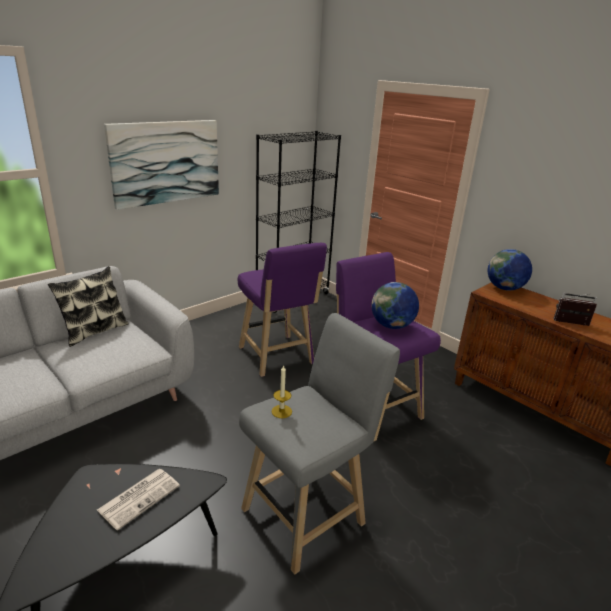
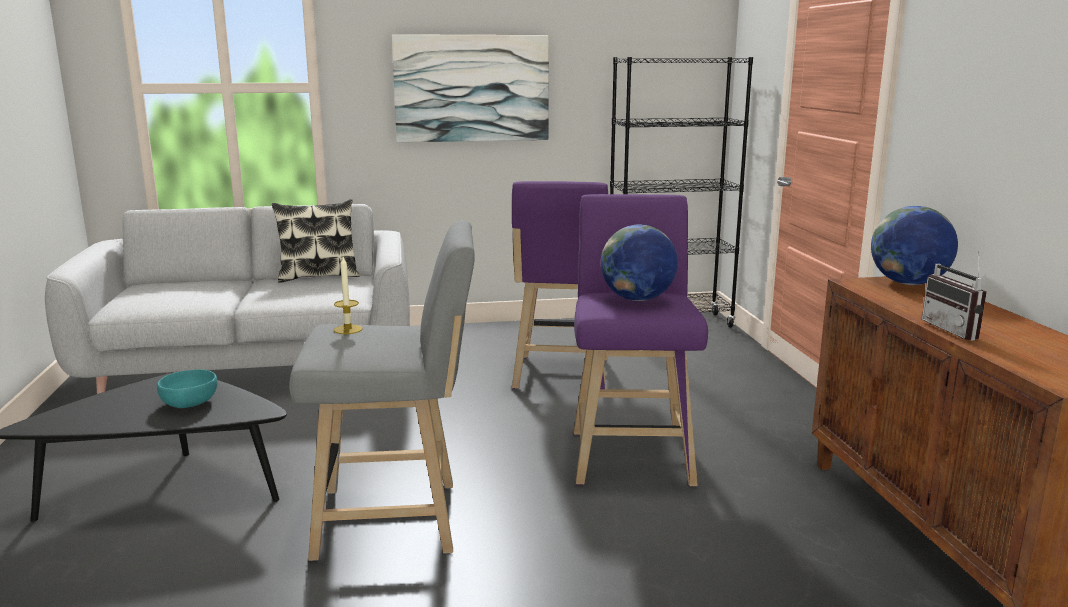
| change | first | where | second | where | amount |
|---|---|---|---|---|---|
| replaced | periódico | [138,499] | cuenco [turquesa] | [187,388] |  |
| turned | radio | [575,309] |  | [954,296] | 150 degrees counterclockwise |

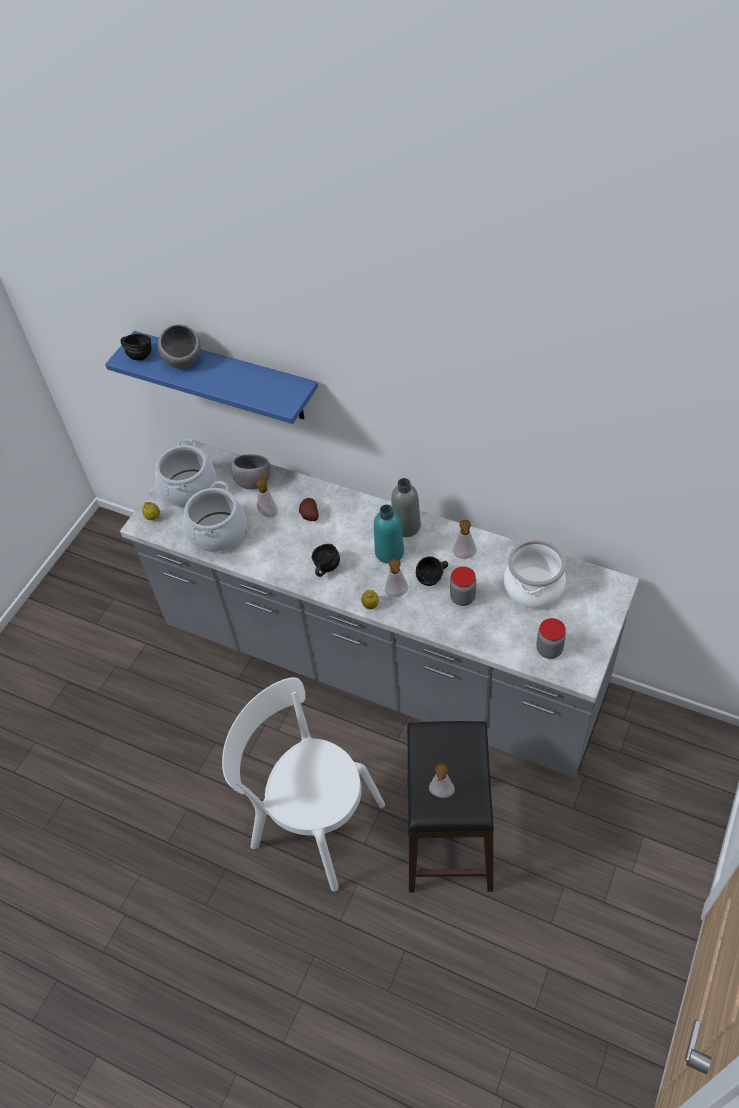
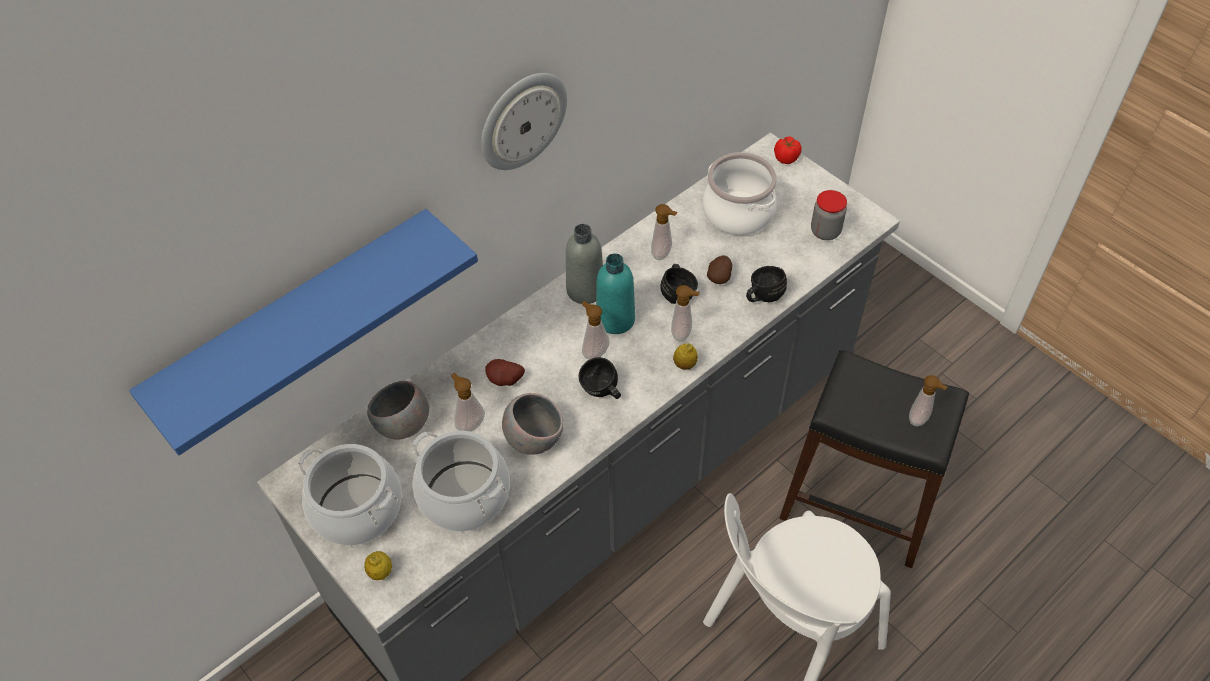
| change | first | where | second | where | amount |
|---|---|---|---|---|---|
| moved | taza grande [negro] | [136,347] |  | [766,284] |  |
| moved | cuenco [gris] | [179,346] |  | [532,424] |  |
| replaced | tarro | [463,586] | patata | [719,270] |  |
| added |  |  | reloj de pared | [524,121] |  |
| added |  |  | dispensador de jabón | [595,330] |  |
| added |  |  | tomate | [788,150] |  |

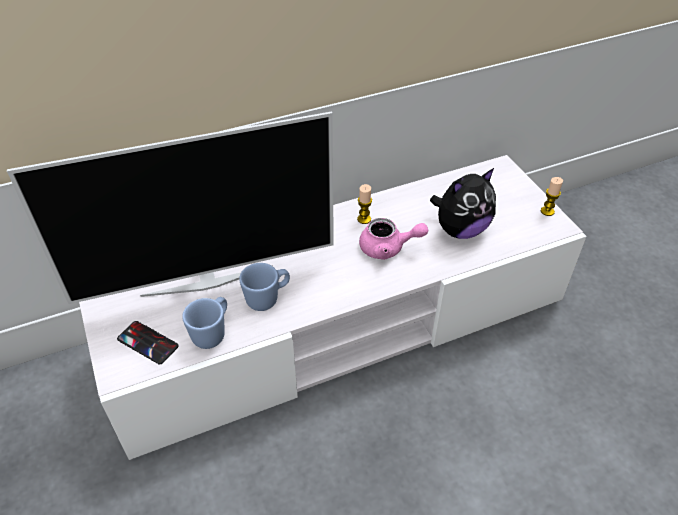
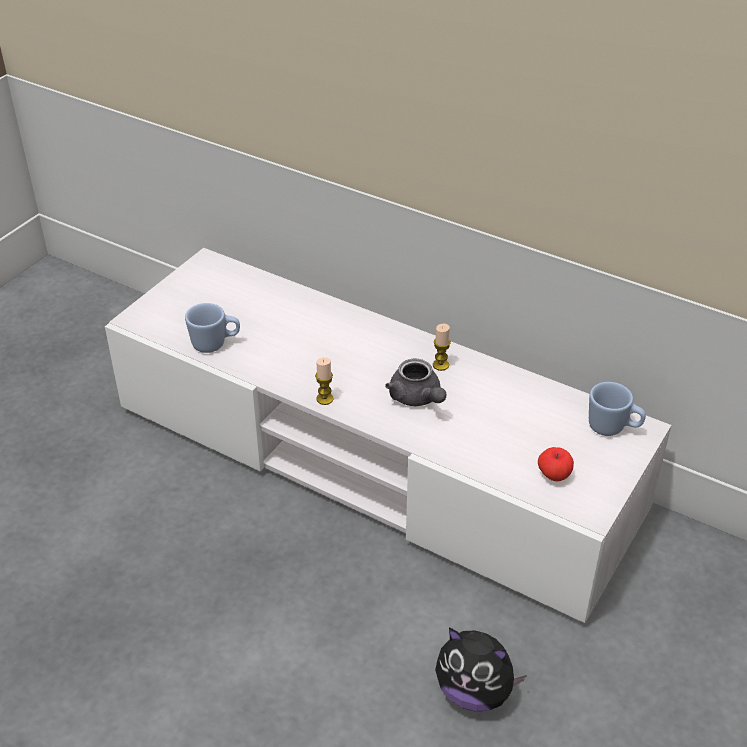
| change | first | where | second | where | amount |
|---|---|---|---|---|---|
| removed | televisor | [170,207] |  |  |  |
| removed | móvil | [147,342] |  |  |  |
| moved | taza grande [azul] | [264,287] |  | [617,409] |  |
| recoloured | tetera [rosa] | [393,239] | tetera [gris] | [415,382] |  |
| moved | peluche | [463,203] |  | [481,669] |  |
| moved | vela | [552,196] |  | [324,381] |  |
| added |  |  | manzana | [556,464] |  |

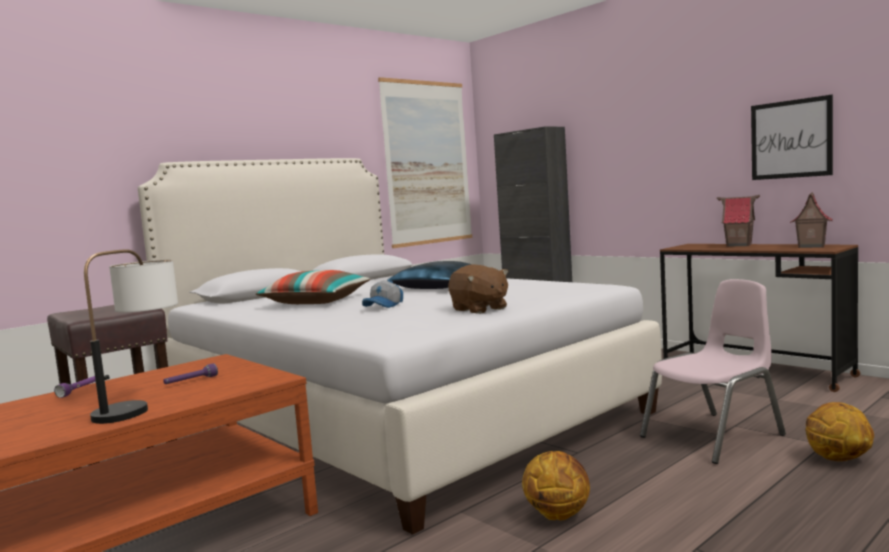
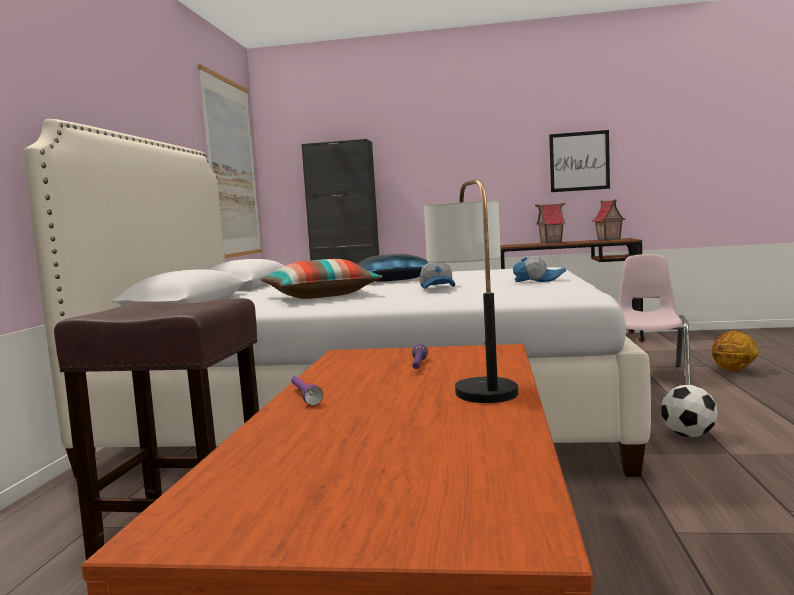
| change | first | where | second | where | amount |
|---|---|---|---|---|---|
| replaced | peluche [marrón] | [478,289] | gorra | [539,269] |  |
| replaced | balón de baloncesto | [556,486] | balón de fútbol | [689,411] |  |

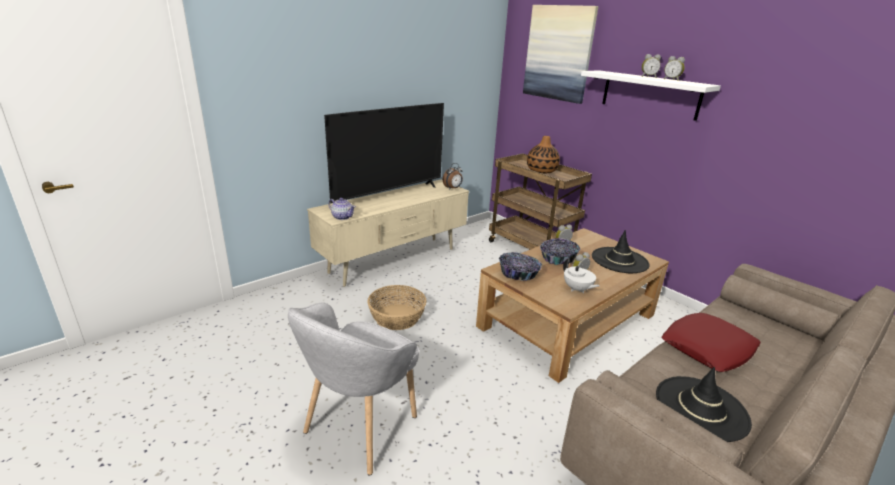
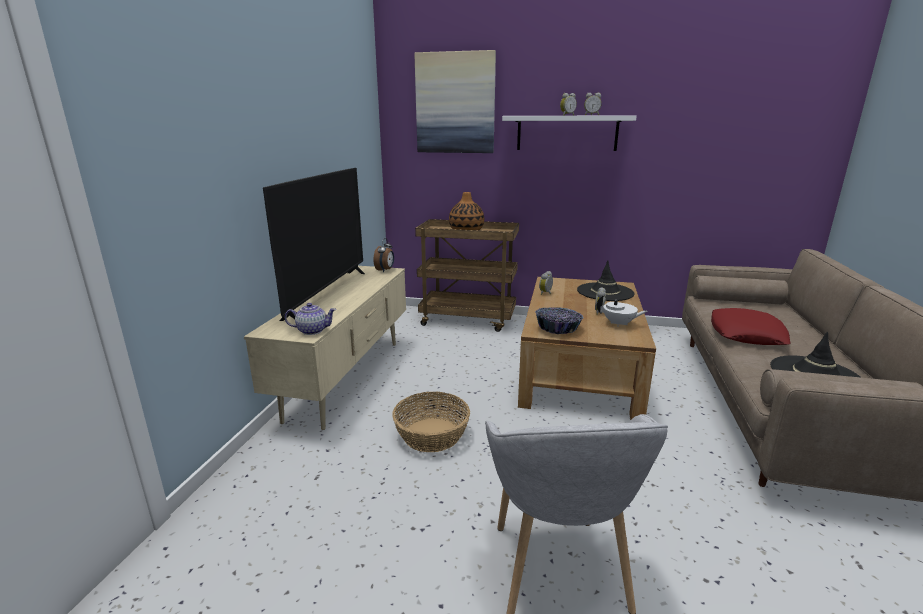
| change | first | where | second | where | amount |
|---|---|---|---|---|---|
| removed | cuenco | [560,251] |  |  |  |

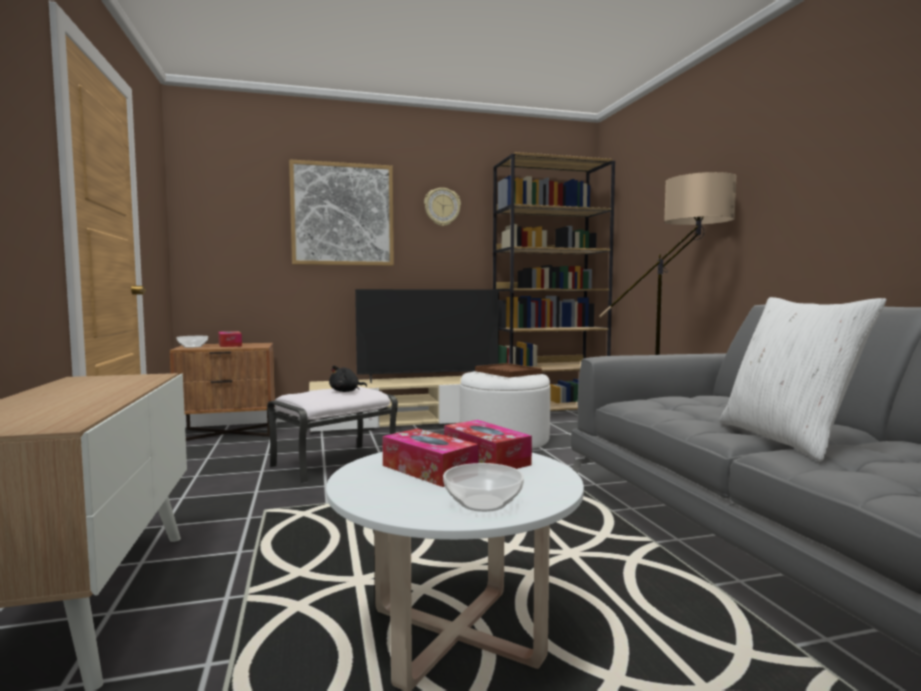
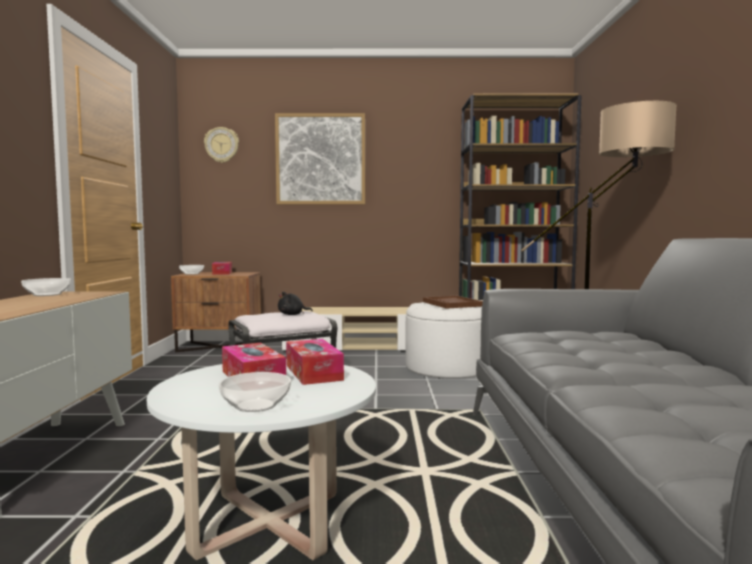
| change | first | where | second | where | amount |
|---|---|---|---|---|---|
| removed | televisor | [427,336] |  |  |  |
| moved | reloj de pared | [442,207] |  | [221,145] |  |
| removed | cojín [blanco] | [803,379] |  |  |  |
| added |  |  | cuenco | [46,287] |  |

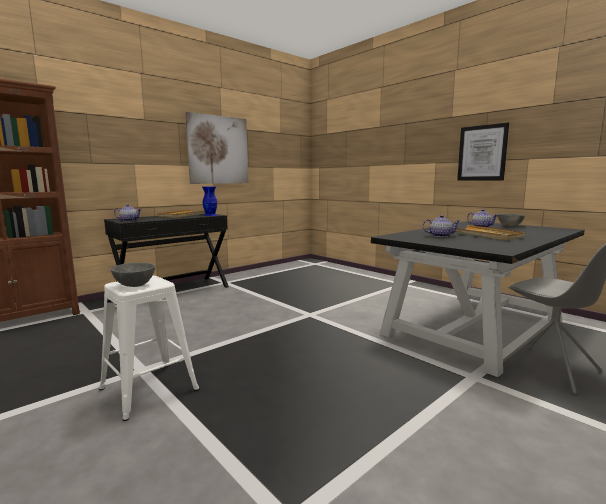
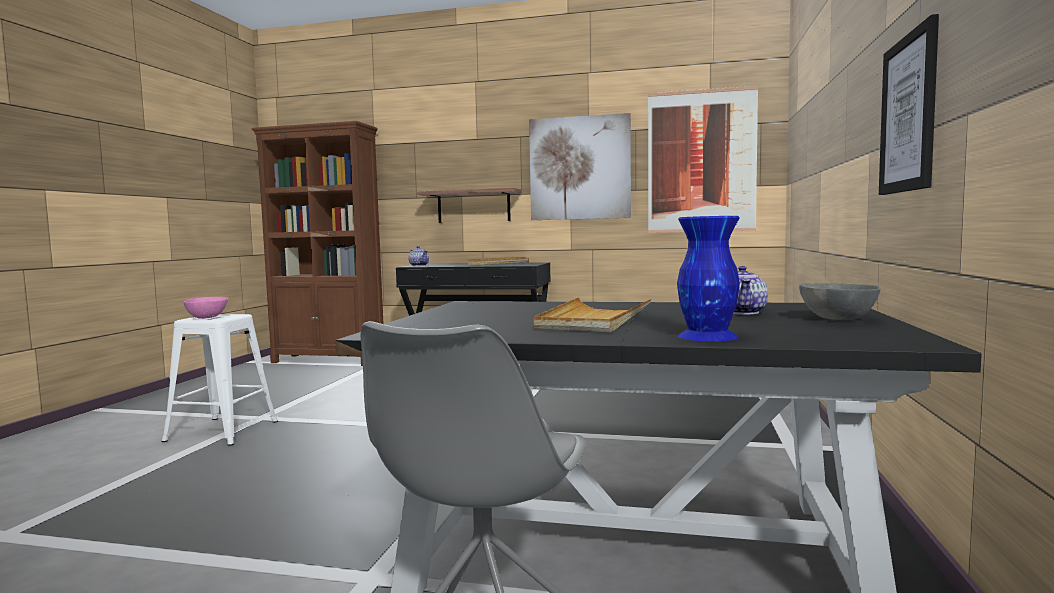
| change | first | where | second | where | amount |
|---|---|---|---|---|---|
| recoloured | cuenco [gris] | [132,275] | cuenco [rosa] | [205,308] |  |
| moved | florero [azul] | [209,201] |  | [708,279] |  |
| removed | tetera | [441,226] |  |  |  |
| added |  |  | estante | [469,205] |  |
| added |  |  | cuadro | [703,159] |  |

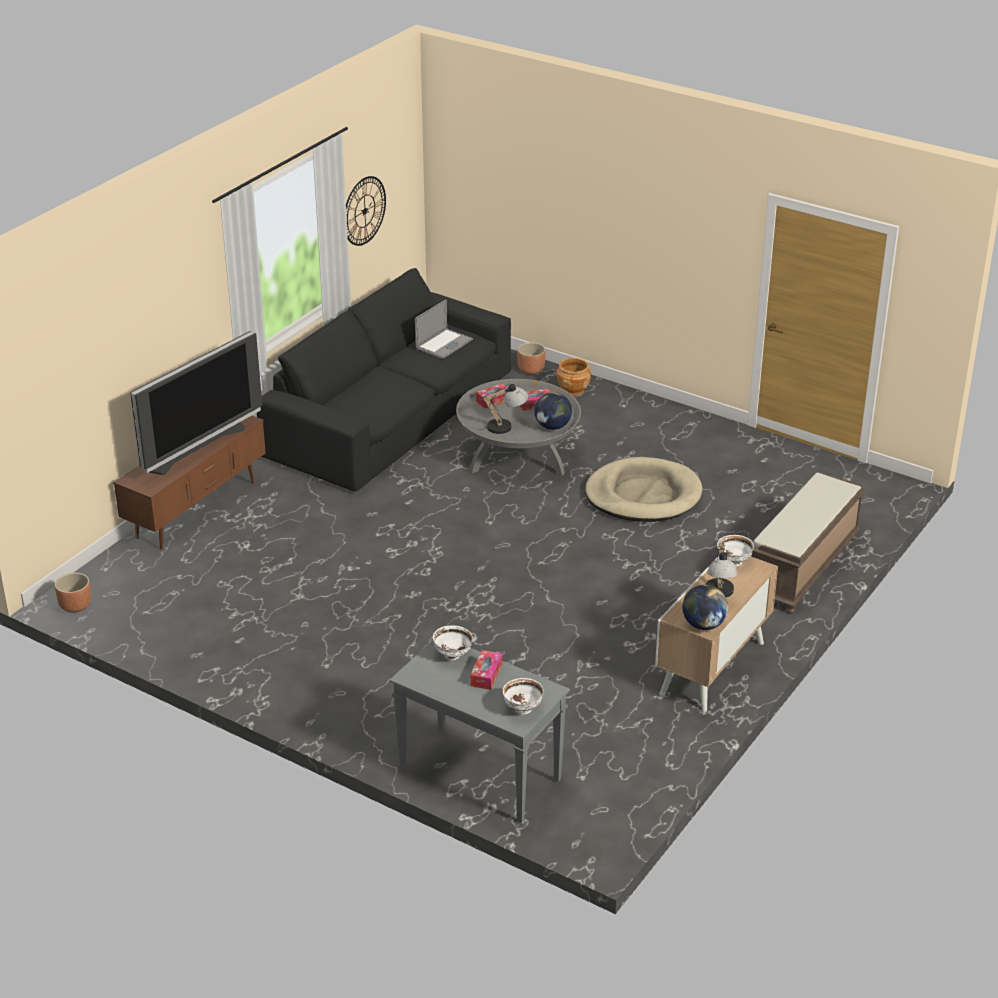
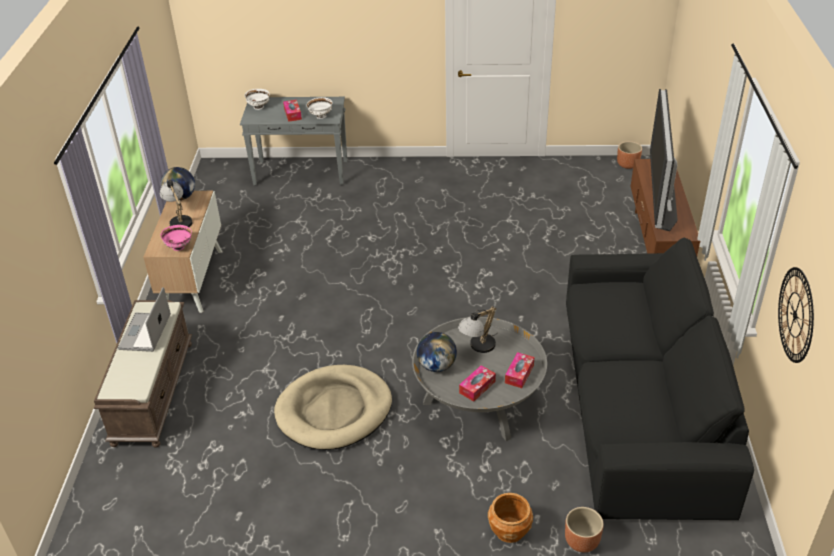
| change | first | where | second | where | amount |
|---|---|---|---|---|---|
| moved | portátil | [444,329] |  | [144,319] |  |
| recoloured | cuenco [blanco] | [735,550] | cuenco [rosa] | [176,238] |  |

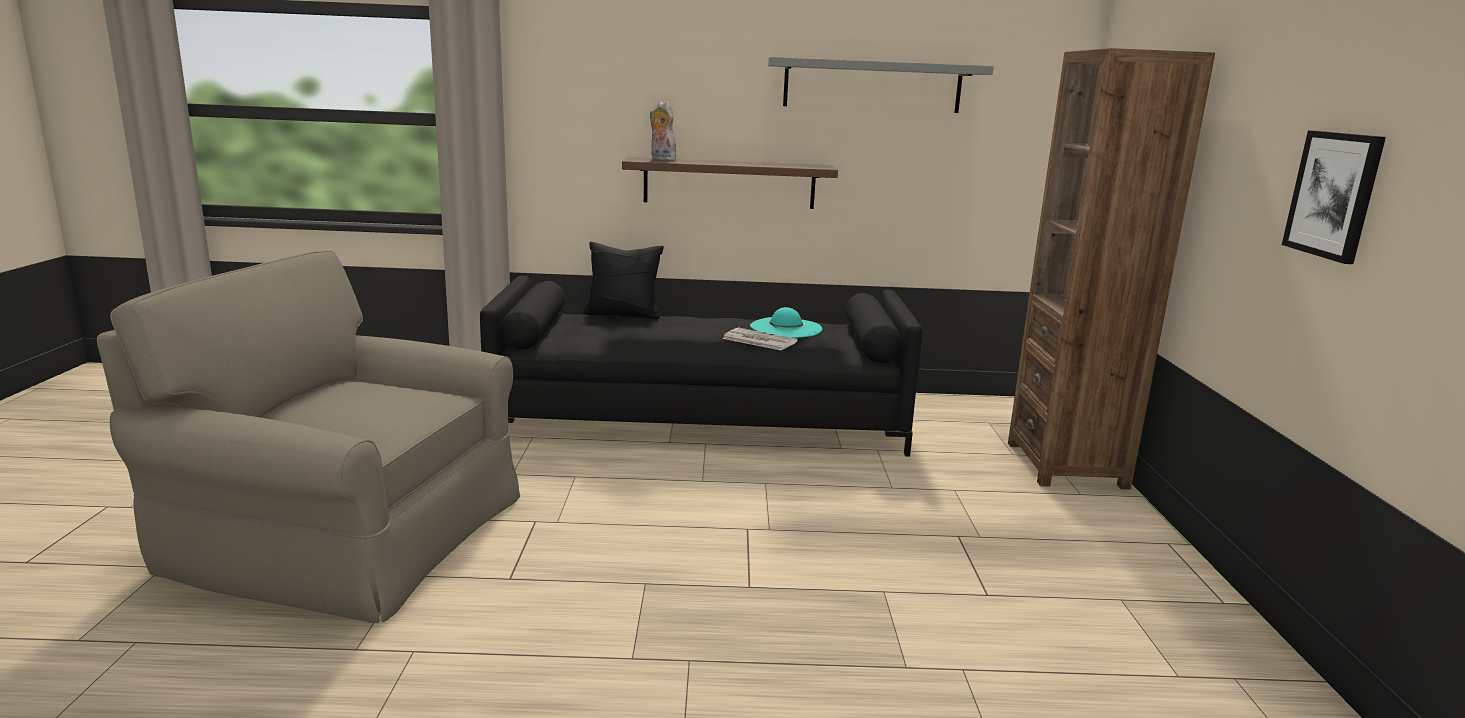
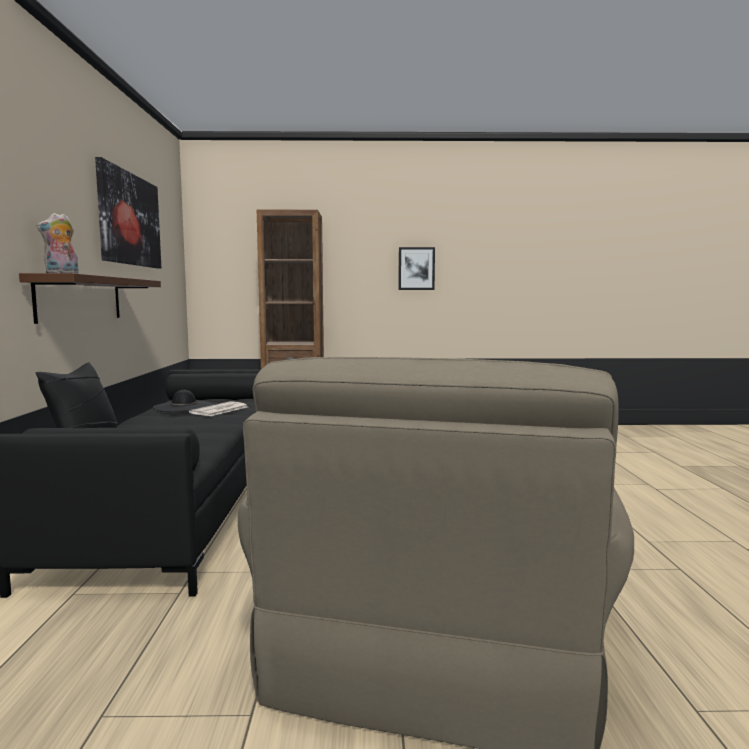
| change | first | where | second | where | amount |
|---|---|---|---|---|---|
| recoloured | sombrero [turquesa] | [786,322] | sombrero [negro] | [183,401] |  |
| replaced | estante [gris] | [881,85] | cuadro | [128,212] |  |

